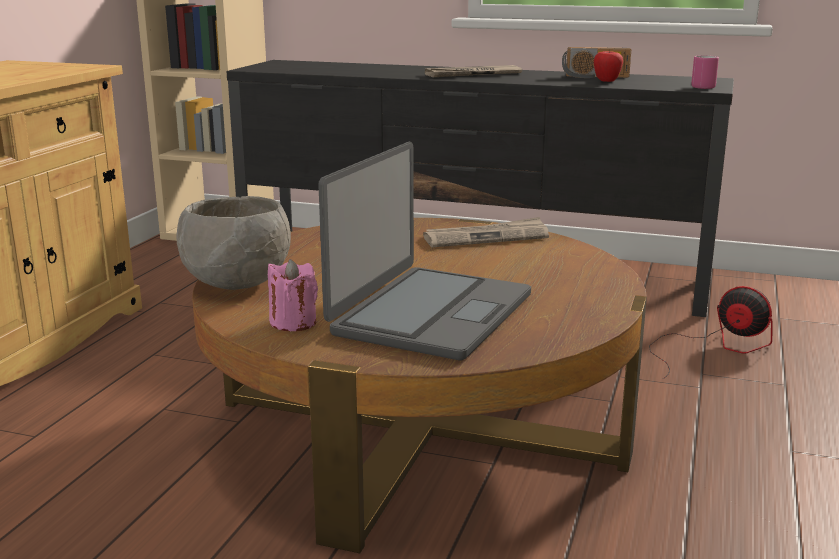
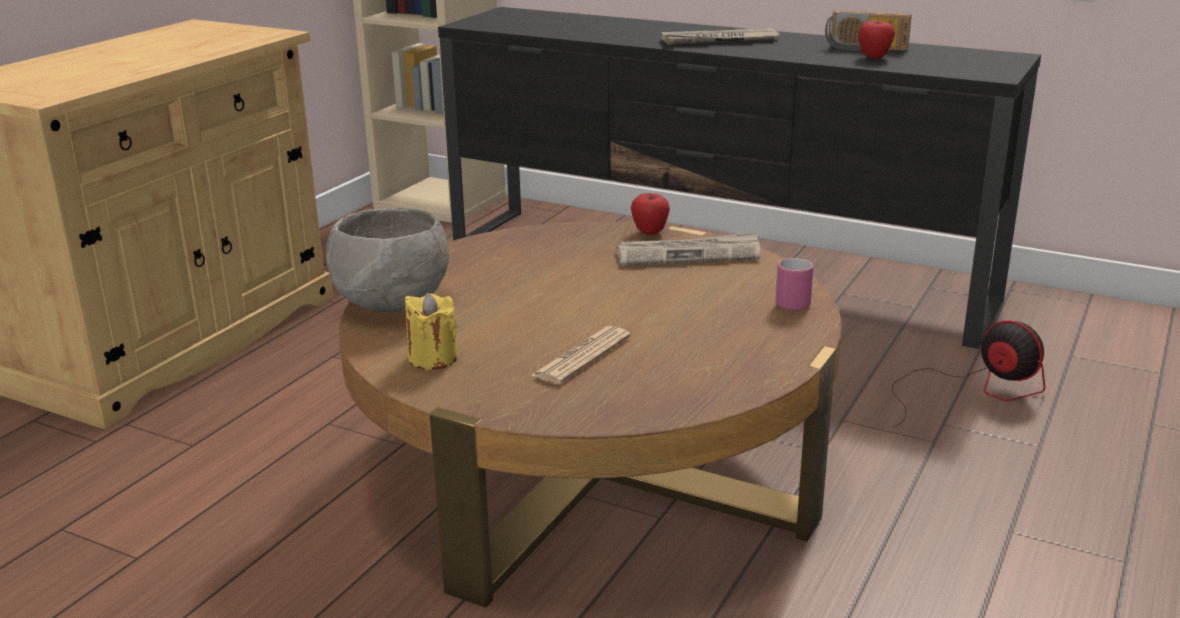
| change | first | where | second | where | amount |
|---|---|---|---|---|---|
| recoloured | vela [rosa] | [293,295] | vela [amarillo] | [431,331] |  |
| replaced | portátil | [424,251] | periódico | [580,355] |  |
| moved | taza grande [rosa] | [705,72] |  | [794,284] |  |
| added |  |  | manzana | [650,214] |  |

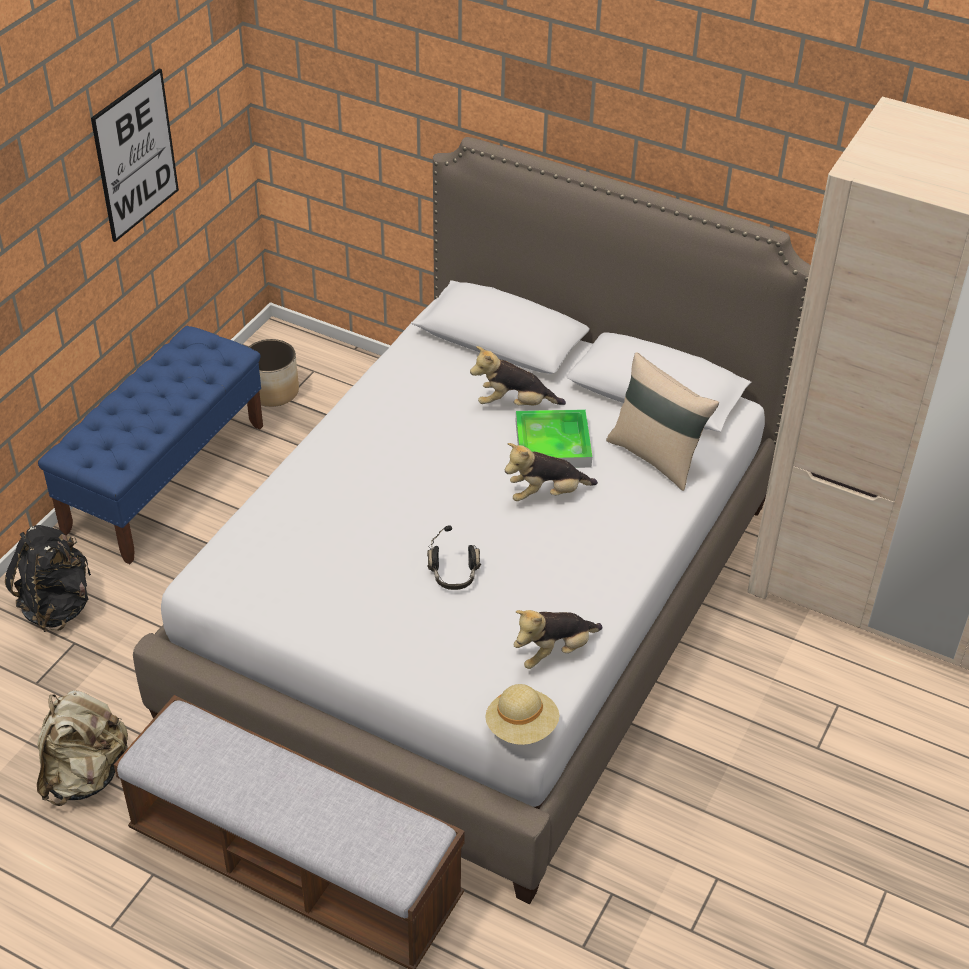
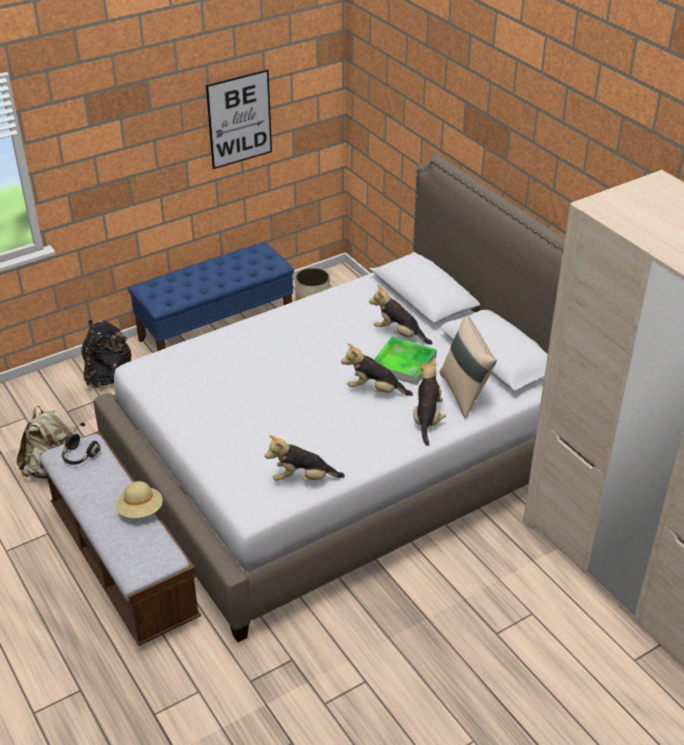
| change | first | where | second | where | amount |
|---|---|---|---|---|---|
| moved | auriculares [negro] | [454,557] |  | [81,444] |  |
| moved | sombrero [beis] | [522,714] |  | [139,499] |  |
| added |  |  | peluche | [429,402] |  |

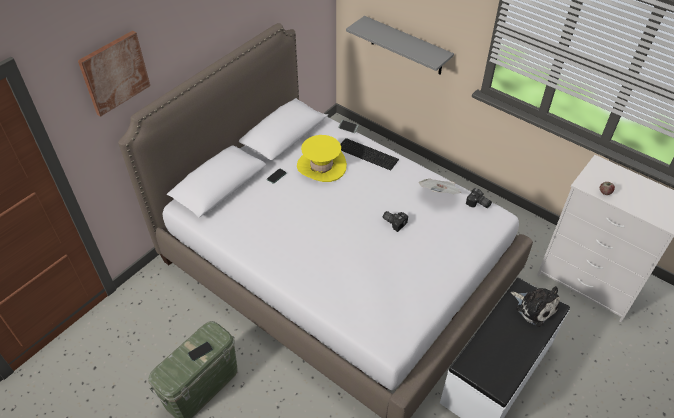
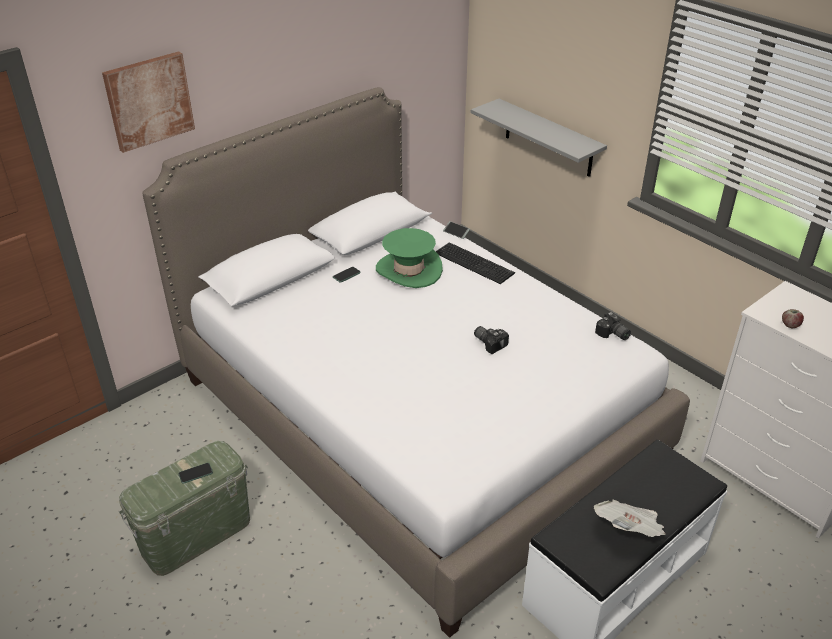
| change | first | where | second | where | amount |
|---|---|---|---|---|---|
| recoloured | sombrero [amarillo] | [322,158] | sombrero [verde] | [409,258] |  |
| moved | periódico | [440,186] |  | [630,518] |  |
| removed | peluche | [535,306] |  |  |  |

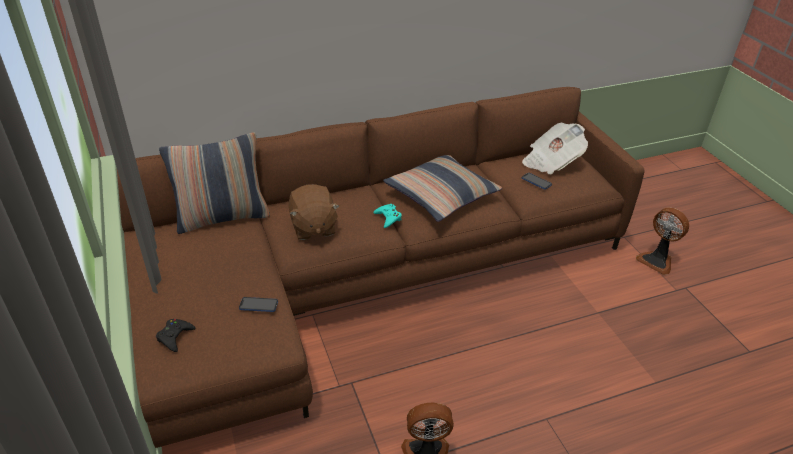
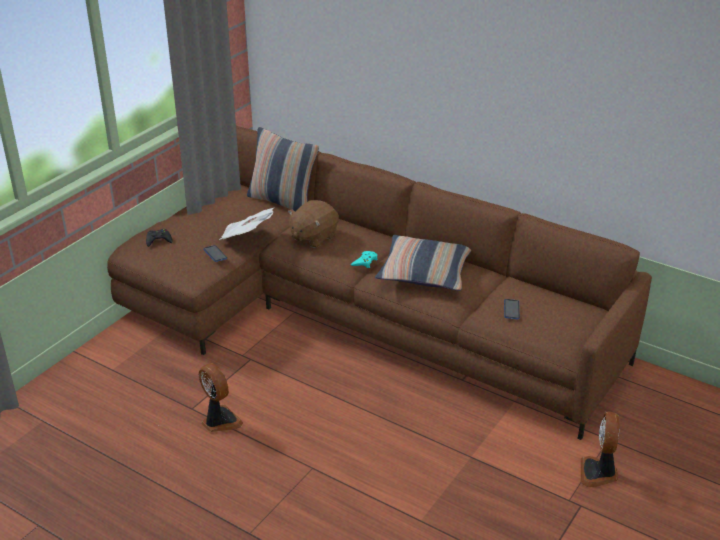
| change | first | where | second | where | amount |
|---|---|---|---|---|---|
| moved | periódico | [555,148] |  | [246,224] |  |

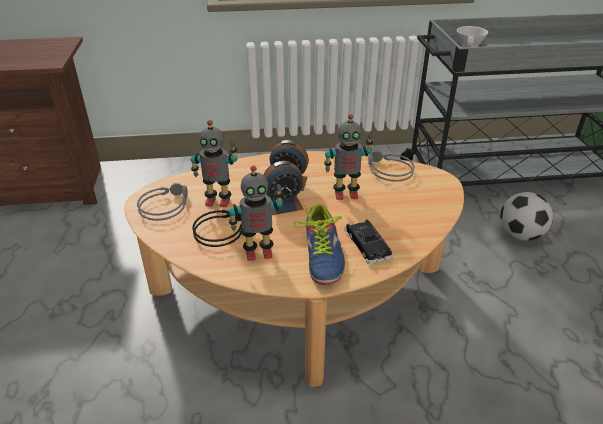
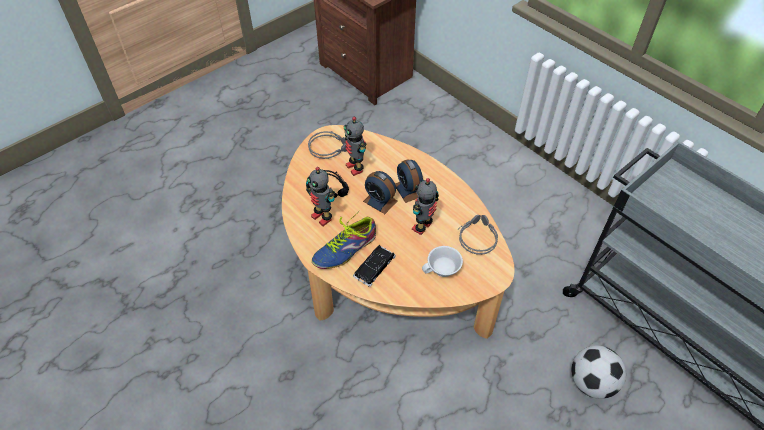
| change | first | where | second | where | amount |
|---|---|---|---|---|---|
| turned | robot de juguete | [348,157] |  | [425,206] | 75 degrees clockwise |
| moved | taza [blanco] | [472,36] |  | [442,261] |  |

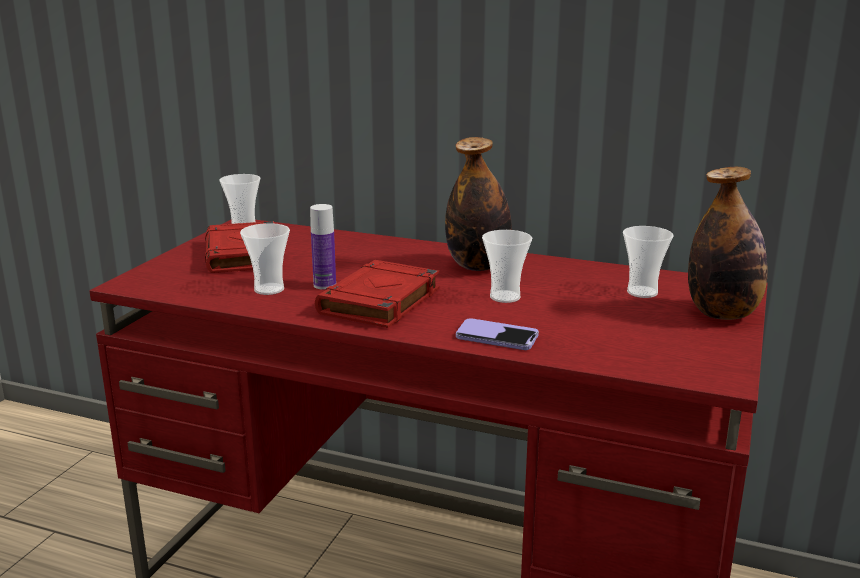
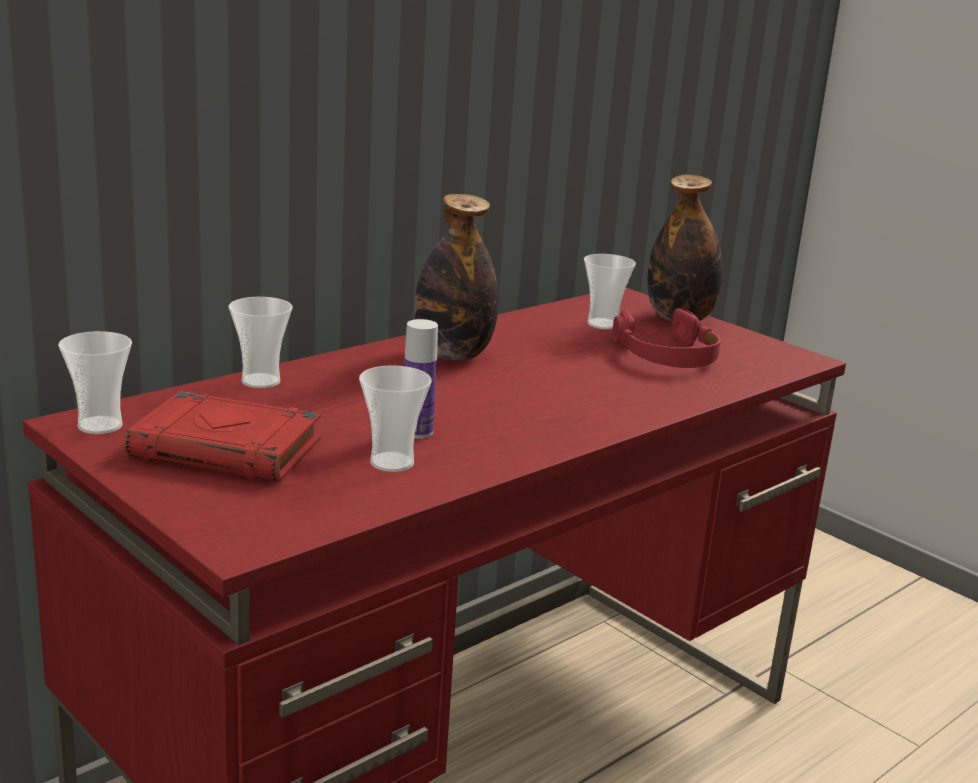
| change | first | where | second | where | amount |
|---|---|---|---|---|---|
| removed | libro [rojo] | [377,294] |  |  |  |
| removed | móvil | [497,334] |  |  |  |
| moved | taza | [507,266] |  | [260,342] |  |
| added |  |  | auriculares [rojo] | [666,338] |  |

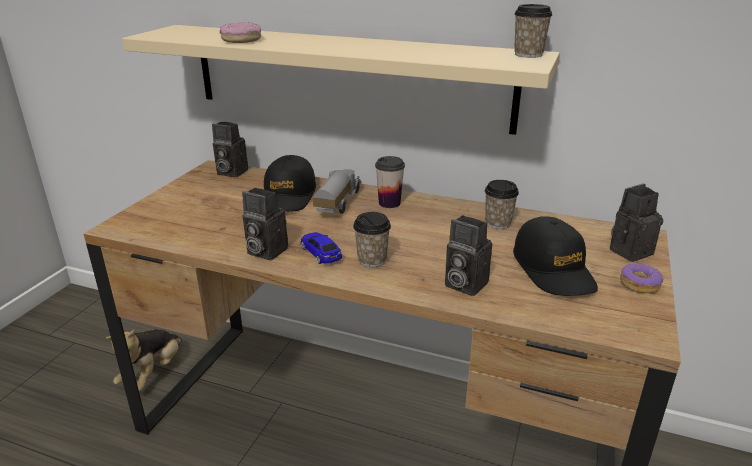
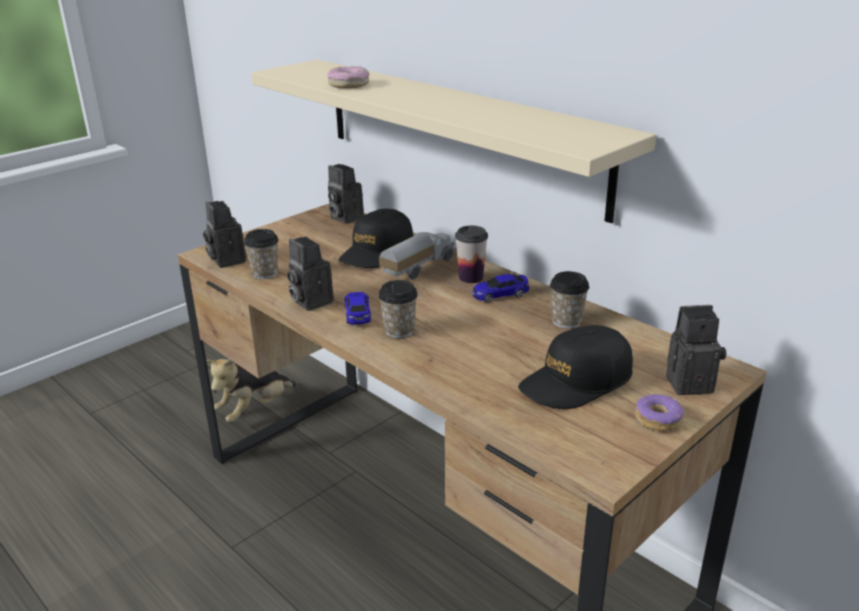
| change | first | where | second | where | amount |
|---|---|---|---|---|---|
| moved | cámara | [468,255] |  | [224,234] |  |
| turned | gorra [negro] | [555,256] |  | [575,367] | 45 degrees clockwise |
| moved | taza | [533,31] |  | [261,254] |  |
| added |  |  | coche de juguete | [500,288] |  |

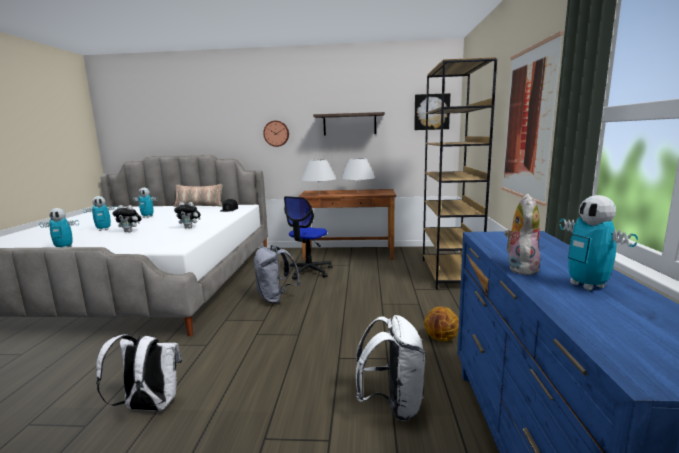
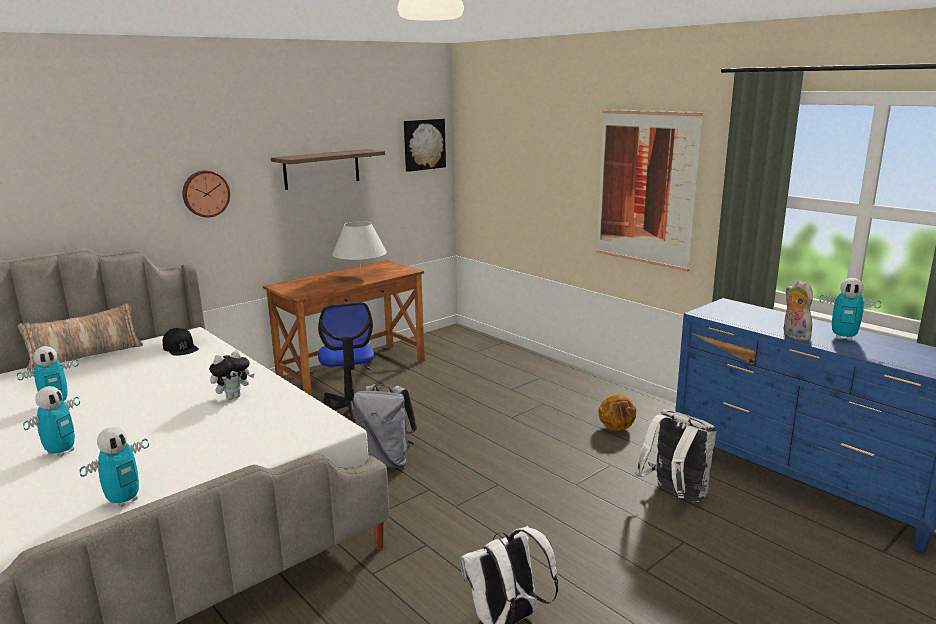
| change | first | where | second | where | amount |
|---|---|---|---|---|---|
| removed | peluche | [127,218] |  |  |  |
| removed | lámpara de mesa [blanco] | [318,176] |  |  |  |
| removed | estantería [marrón] | [460,173] |  |  |  |

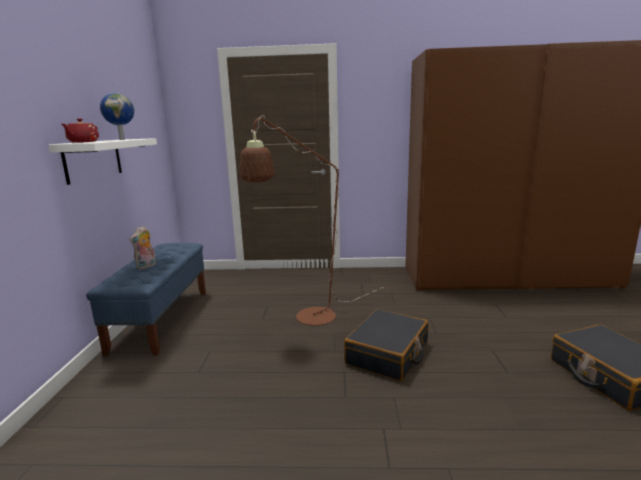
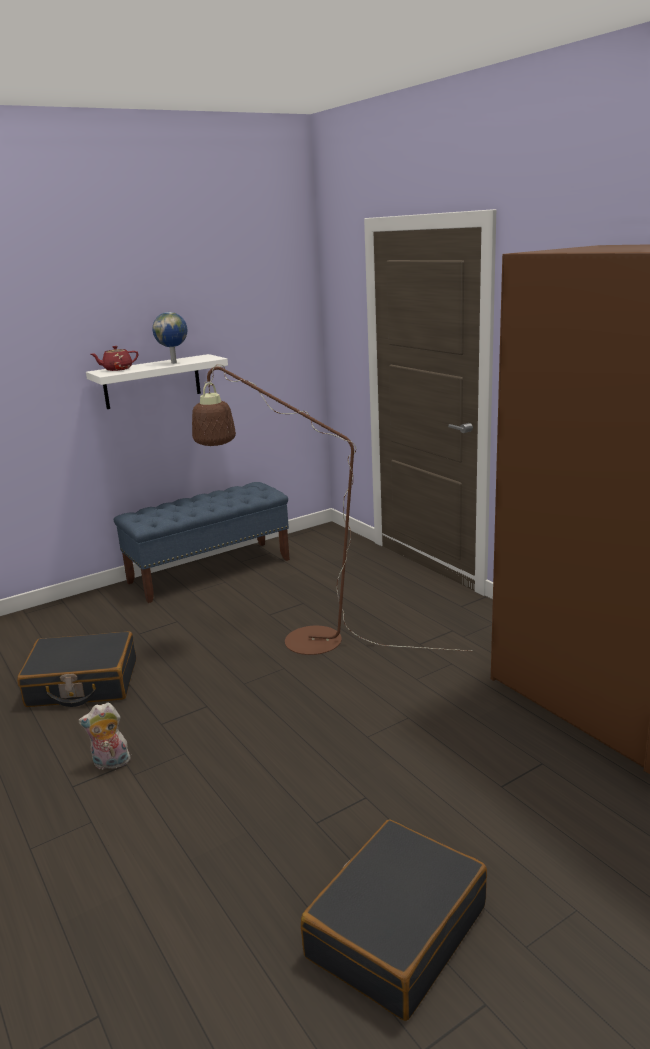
| change | first | where | second | where | amount |
|---|---|---|---|---|---|
| moved | peluche | [142,248] |  | [104,736] |  |
| moved | maleta [negro] | [386,345] |  | [76,669] |  |

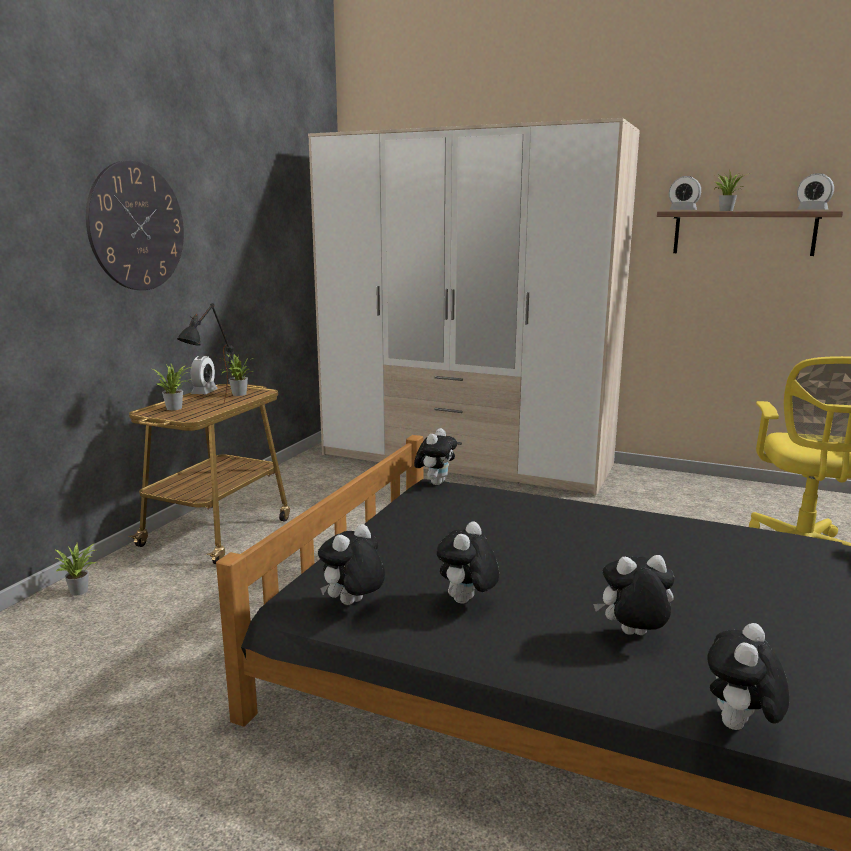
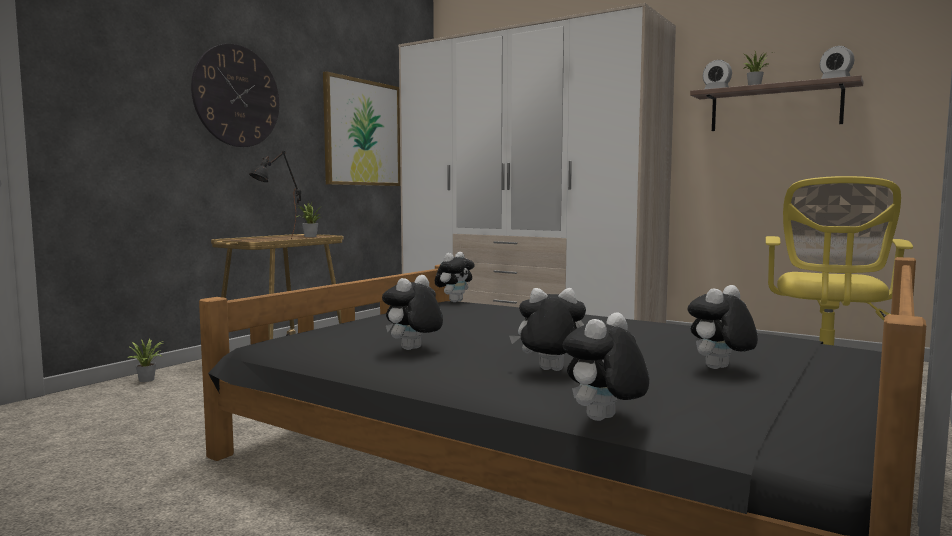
| change | first | where | second | where | amount |
|---|---|---|---|---|---|
| removed | planta en maceta | [172,387] |  |  |  |
| removed | despertador | [204,374] |  |  |  |
| moved | peluche | [351,564] |  | [723,327] |  |
| added |  |  | cuadro | [362,128] |  |

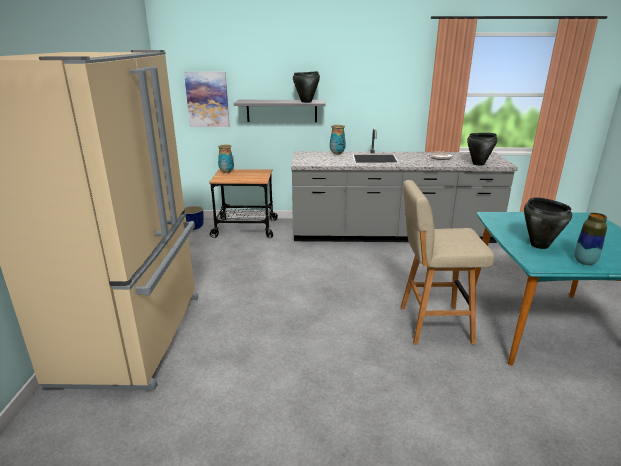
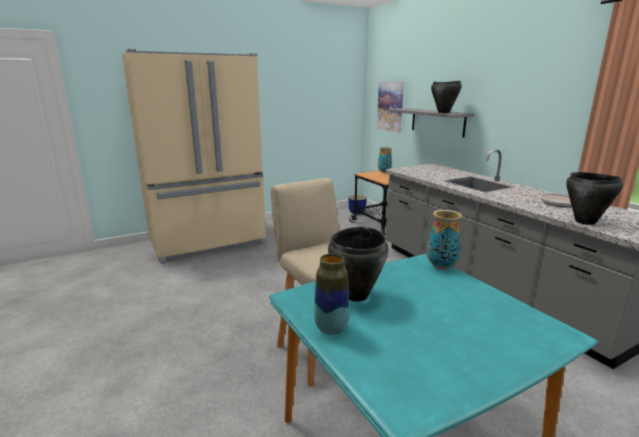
| change | first | where | second | where | amount |
|---|---|---|---|---|---|
| moved | florero | [338,140] |  | [444,240] |  |

